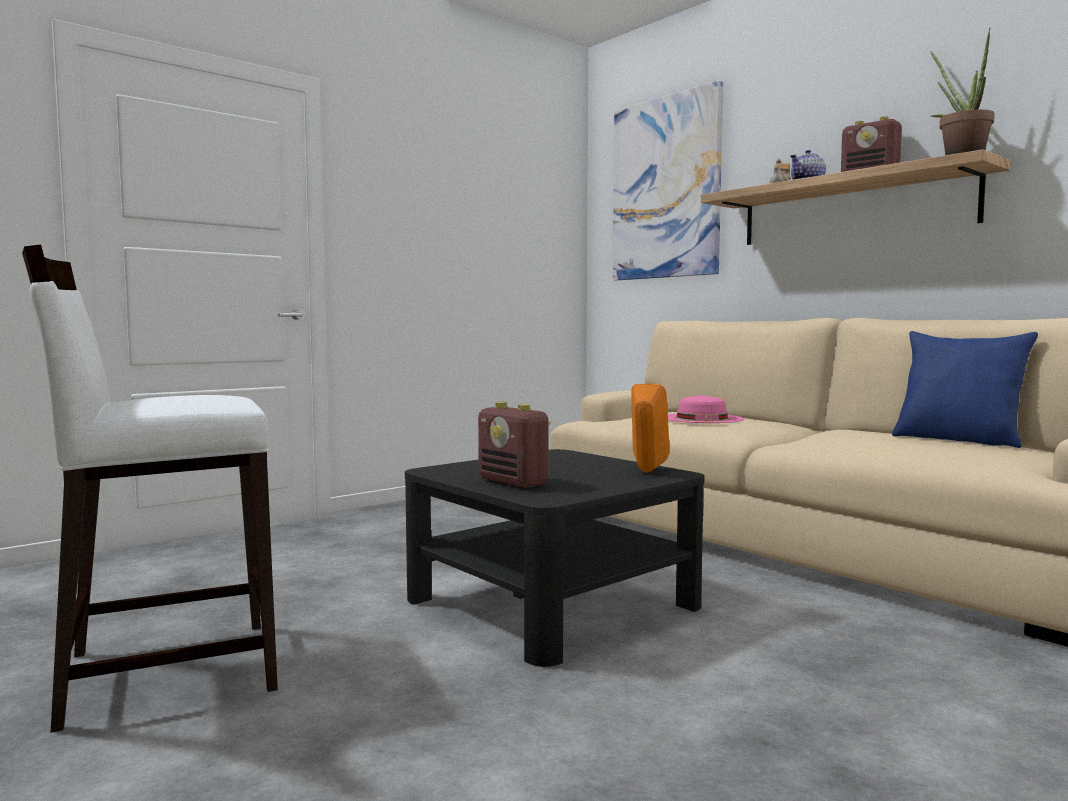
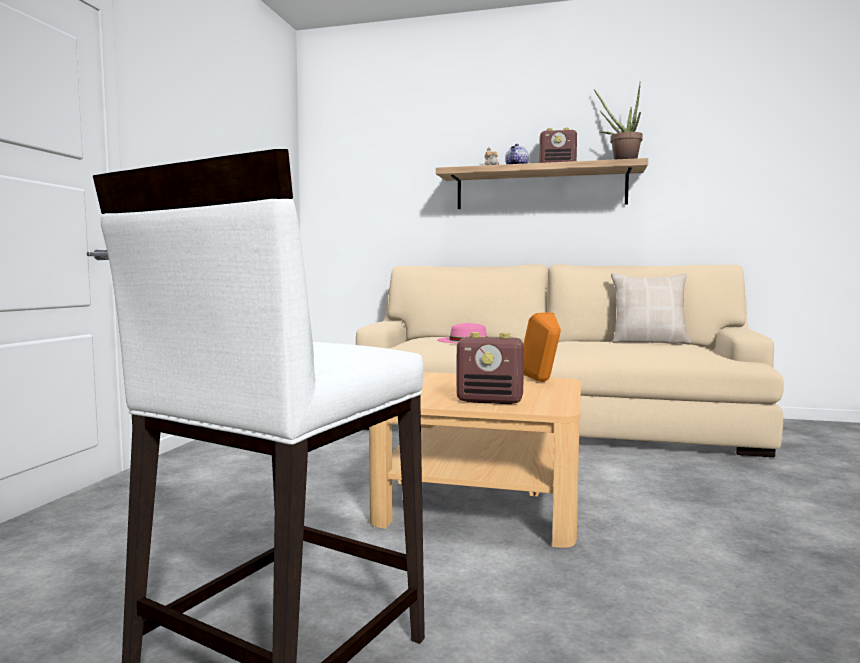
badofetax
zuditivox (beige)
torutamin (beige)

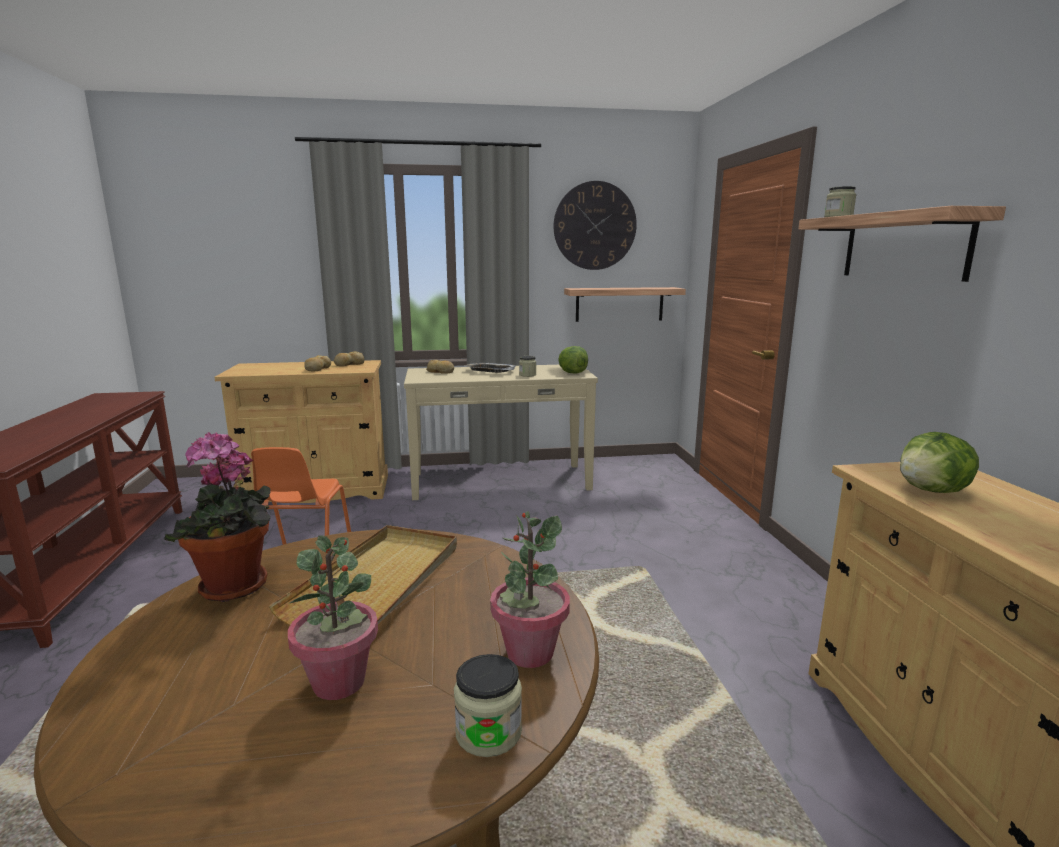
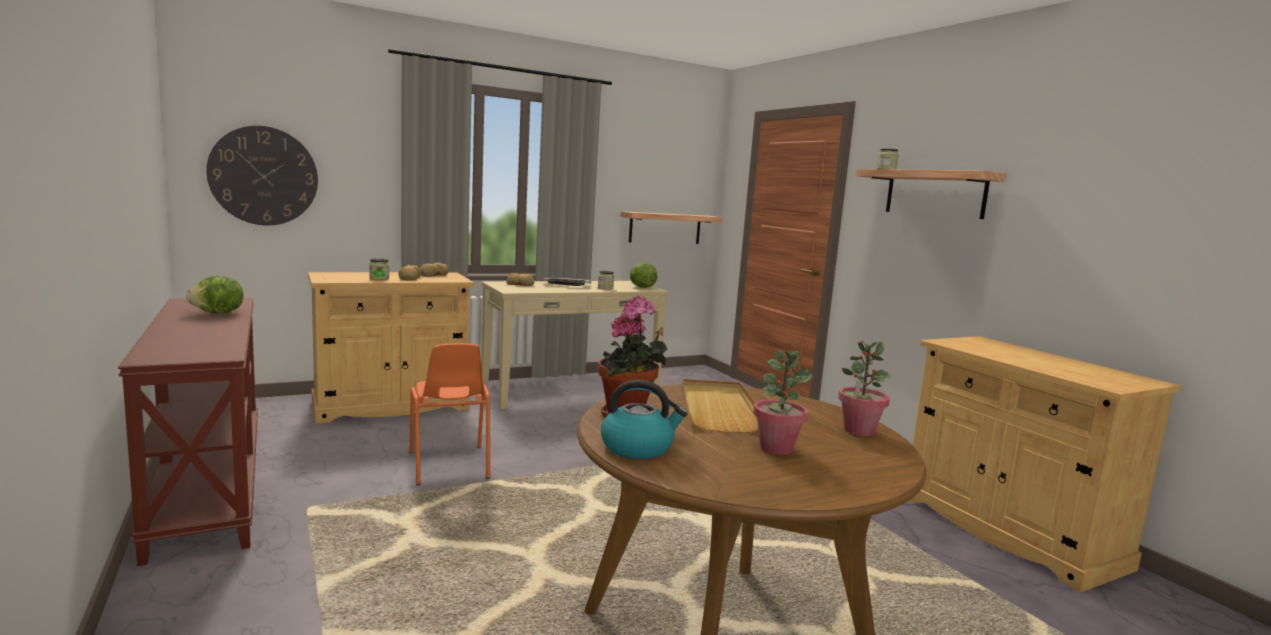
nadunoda
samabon (1st from left)
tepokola (1st from left)
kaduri

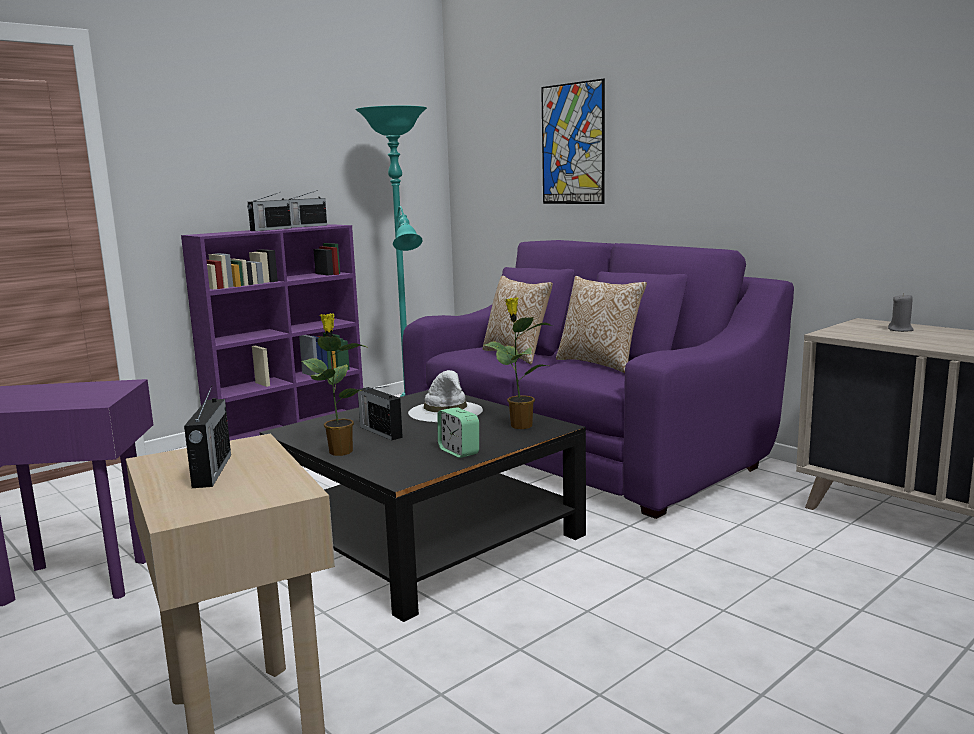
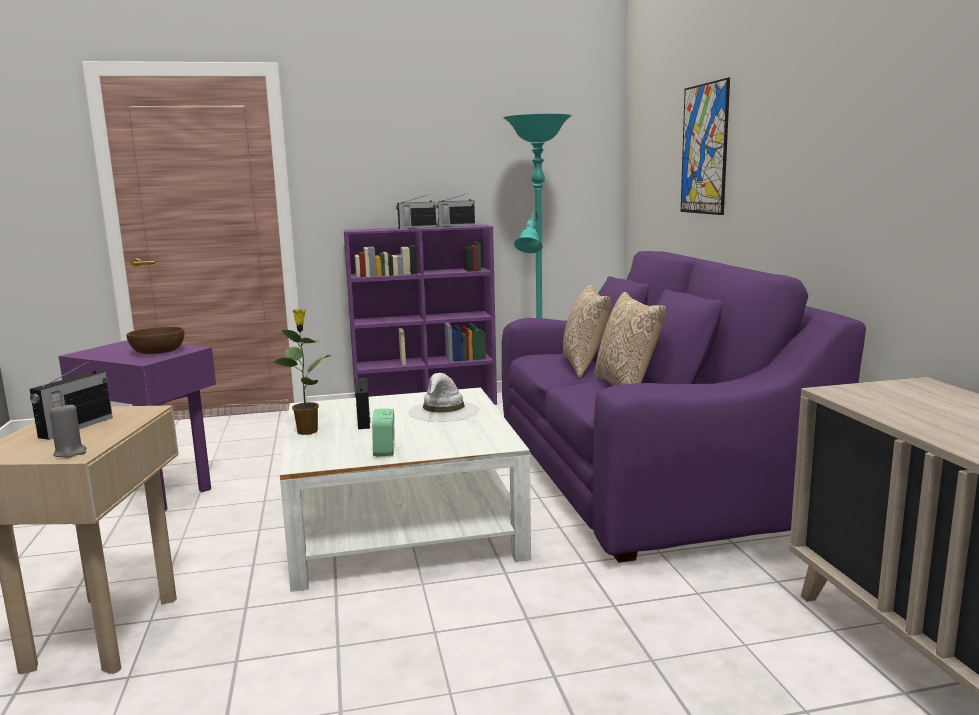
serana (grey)
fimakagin (2nd from left in the first image)
torutamin (white)
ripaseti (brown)

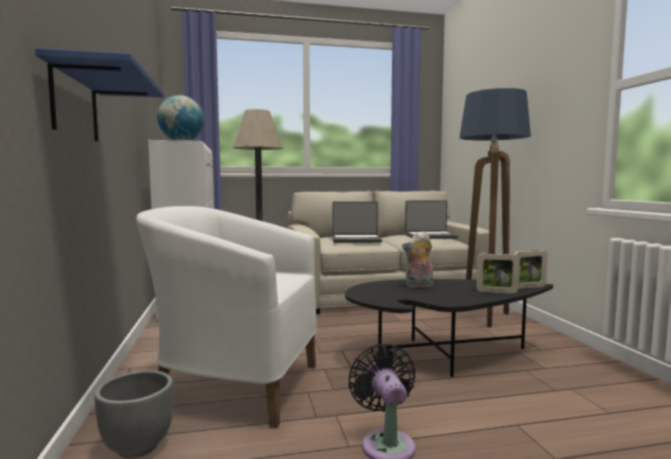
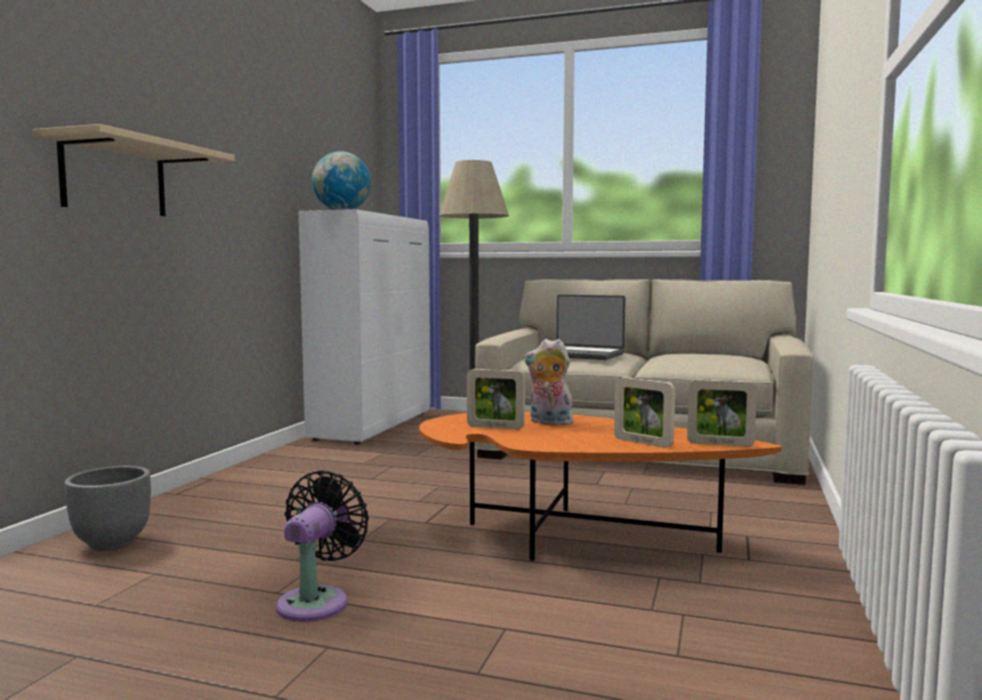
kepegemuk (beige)
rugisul (2nd from left in the first image)
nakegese (2nd from left in the first image)
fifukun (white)
torutamin (orange)
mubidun (1st from left)

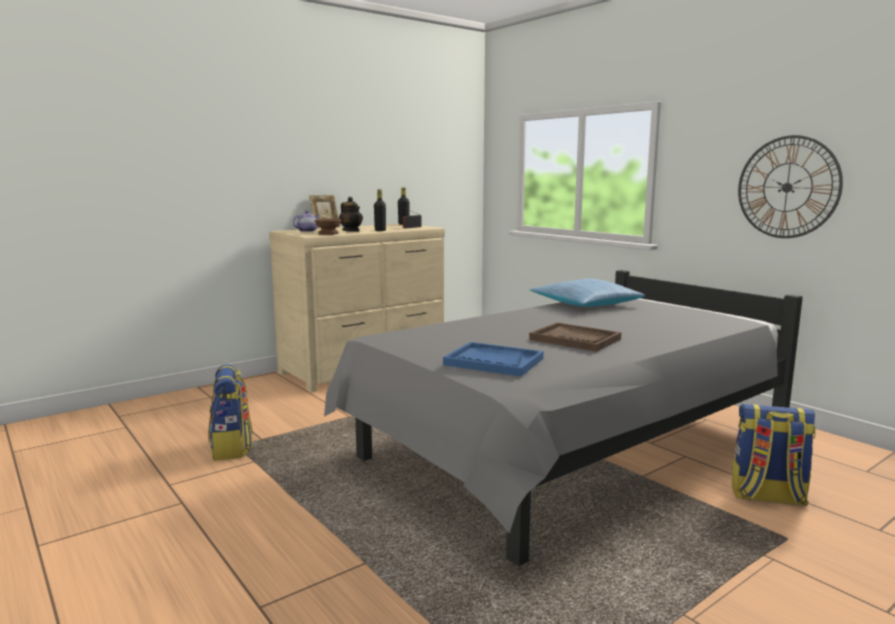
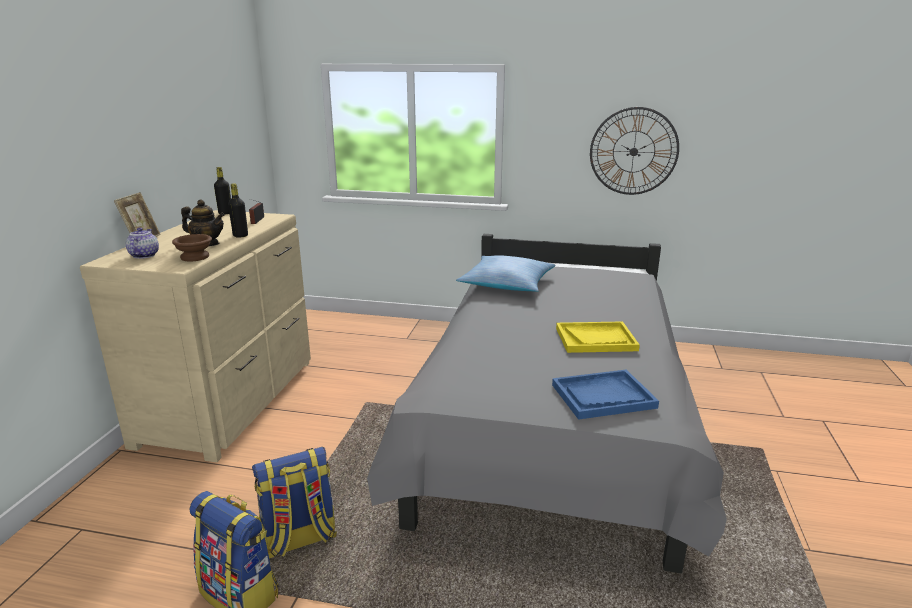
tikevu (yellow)
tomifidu (2nd from left)

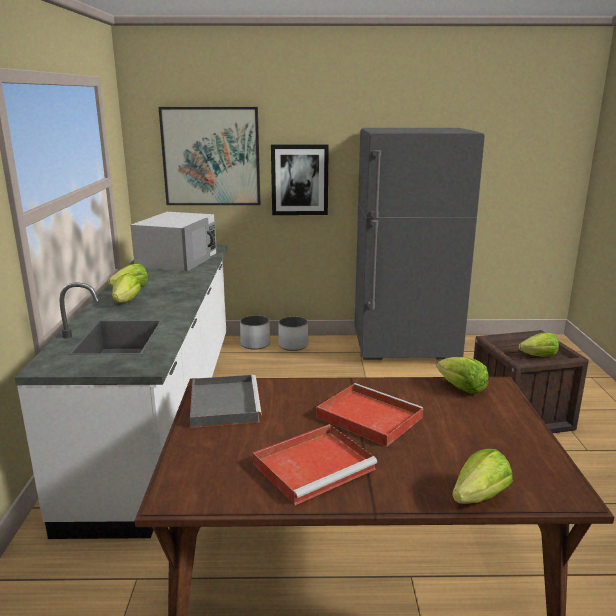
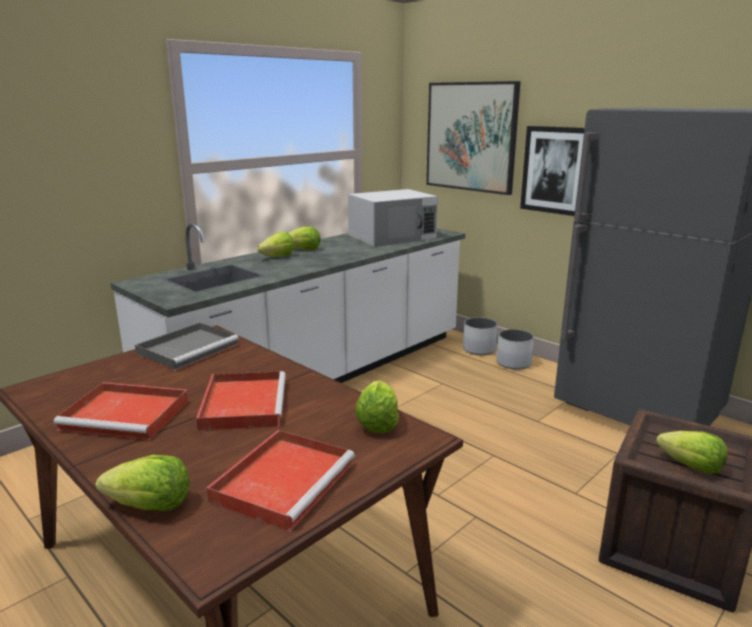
tikevu (red) (3rd from left)

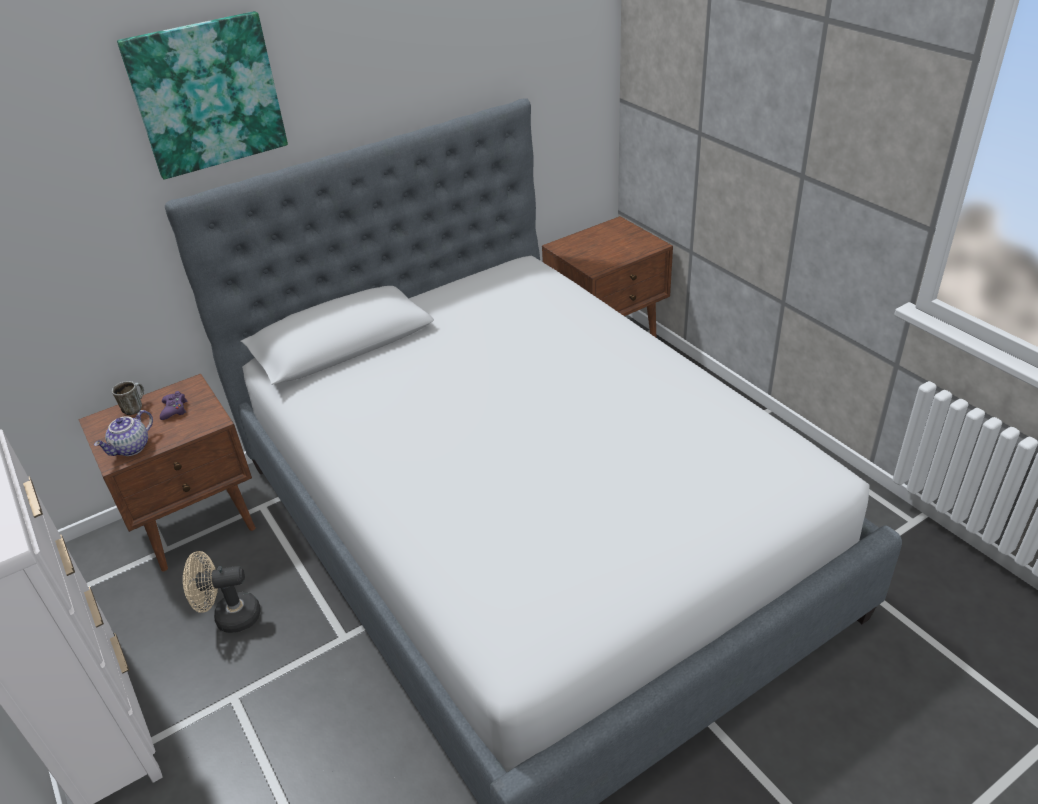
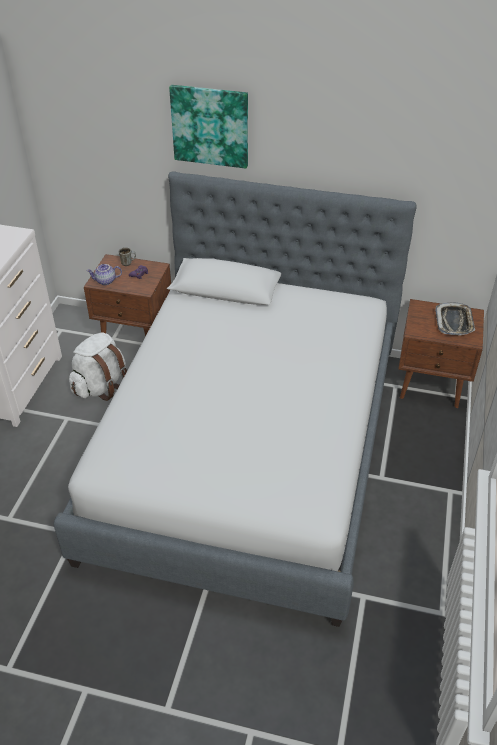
tomifidu (white)
tikevu

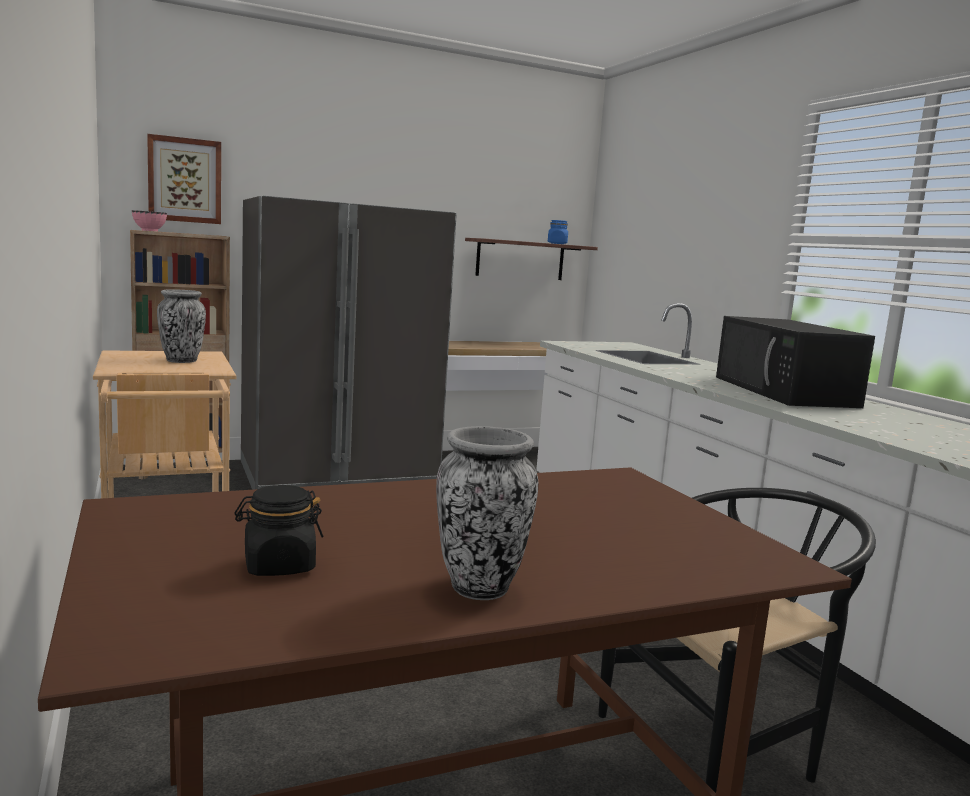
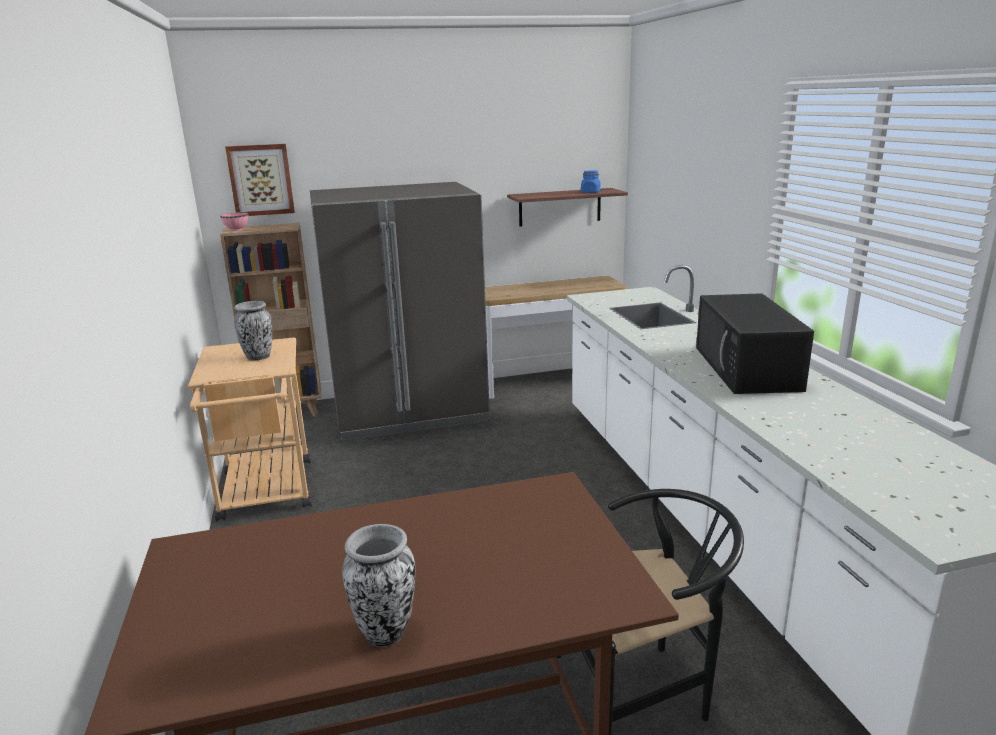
tepokola (black)

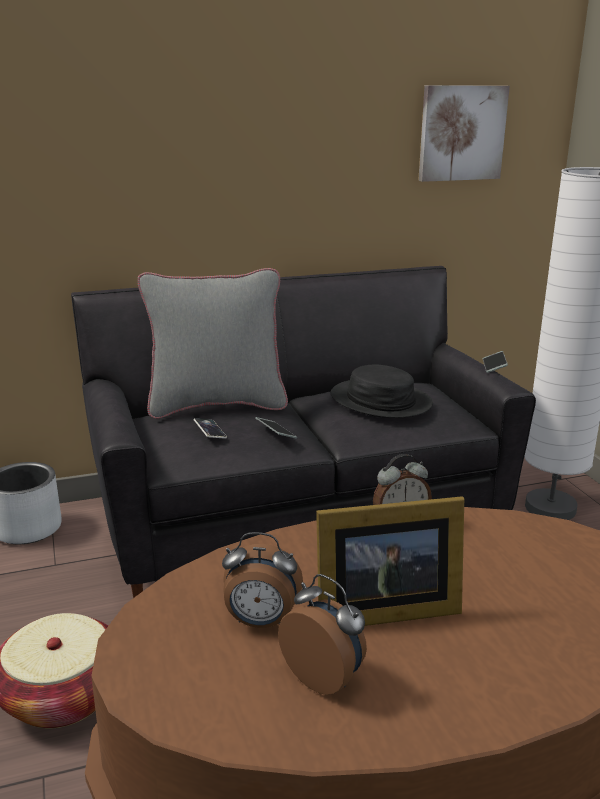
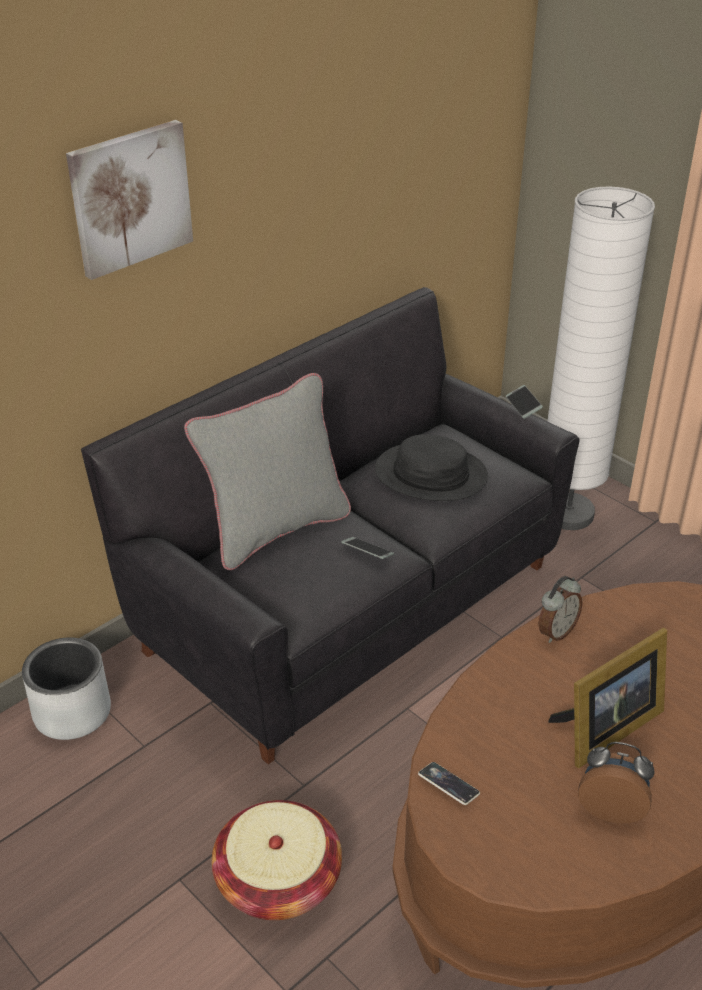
badofetax
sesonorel (2nd from left)
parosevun (1st from left in the first image)

